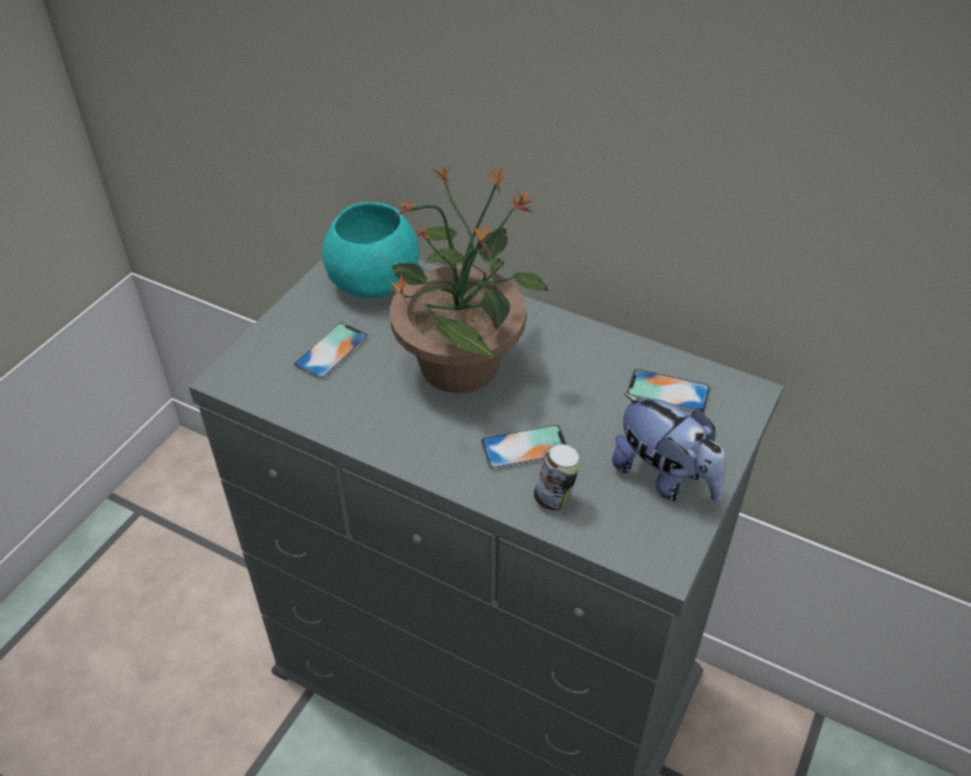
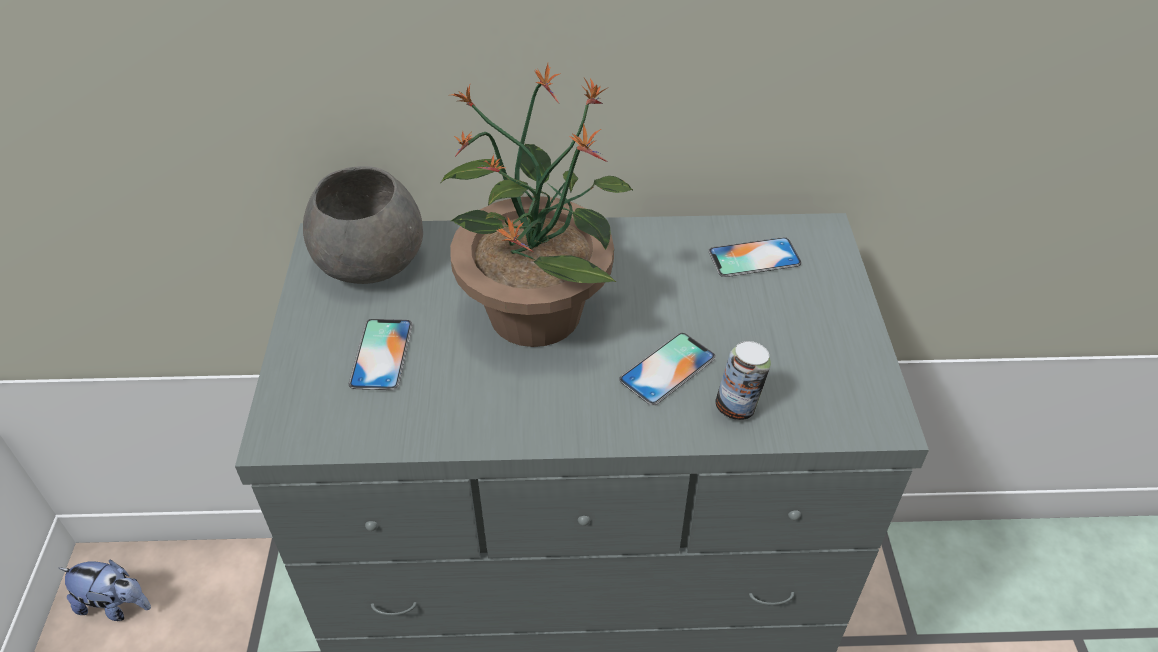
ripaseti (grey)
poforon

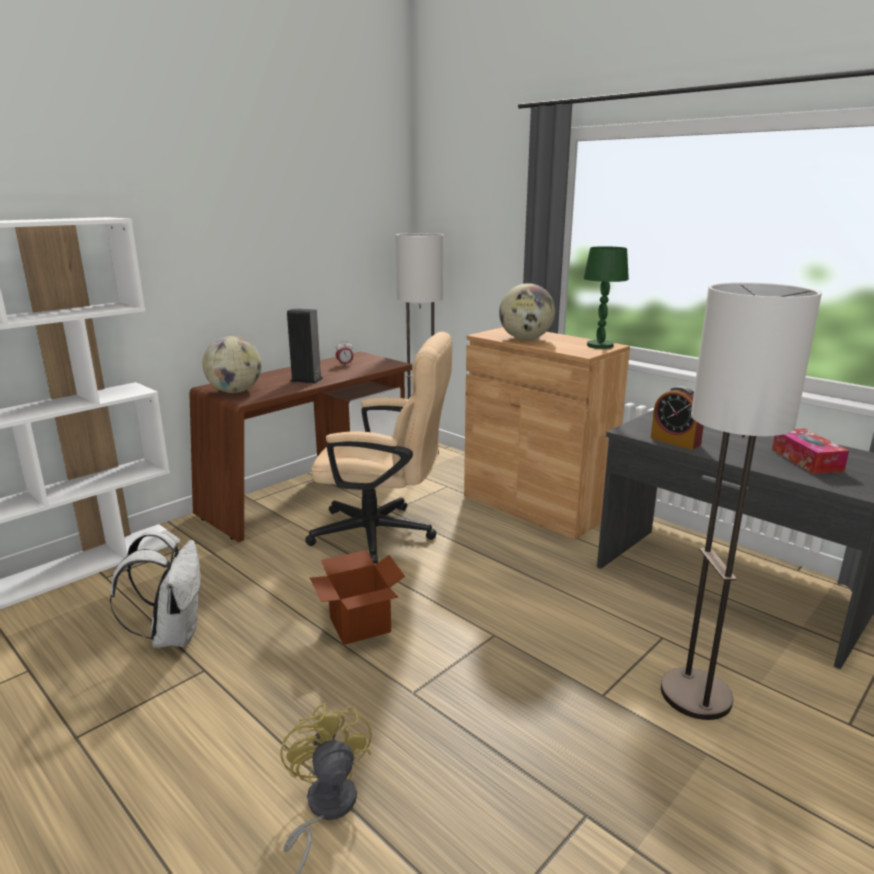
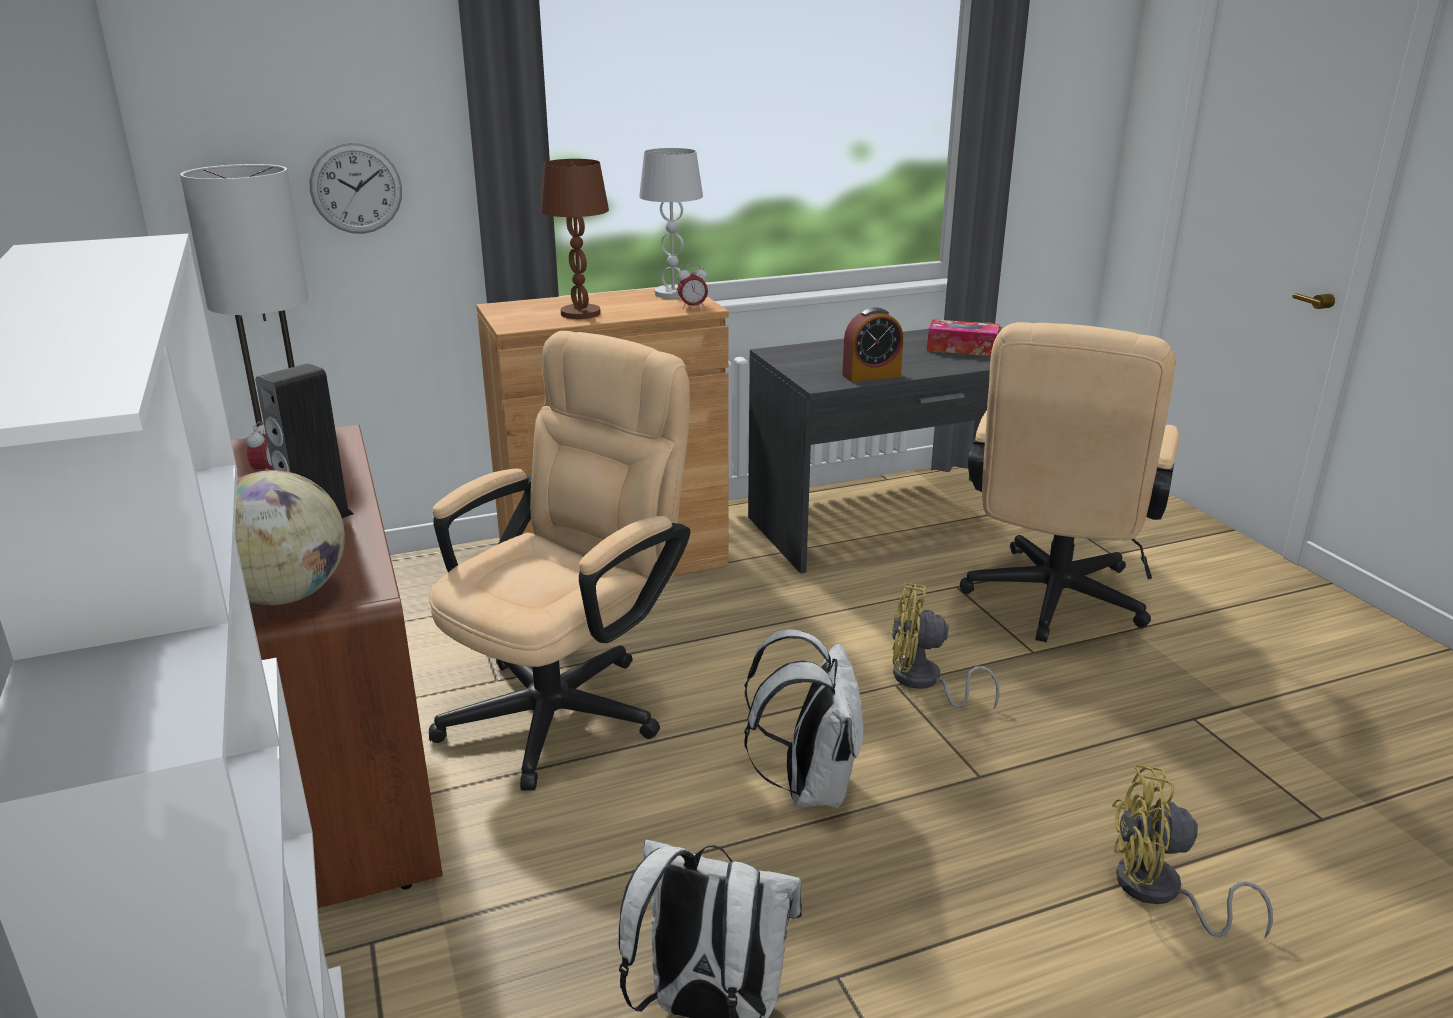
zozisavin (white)
zozisavin (brown)
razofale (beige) (2nd from left)
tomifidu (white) (2nd from left)
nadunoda
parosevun (2nd from left)
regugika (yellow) (1st from left)

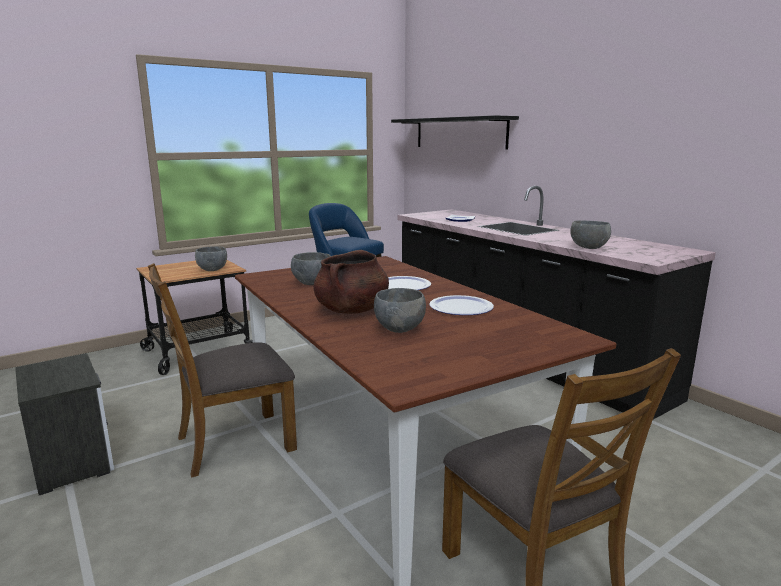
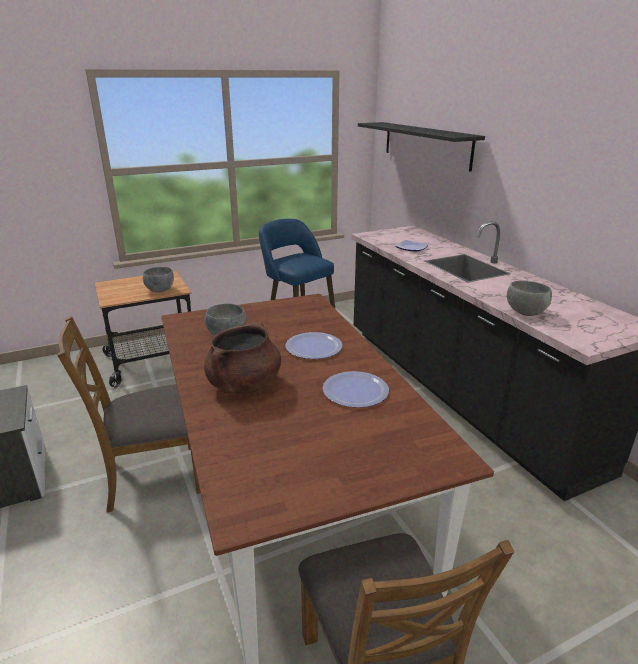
ripaseti (grey) (3rd from left in the first image)

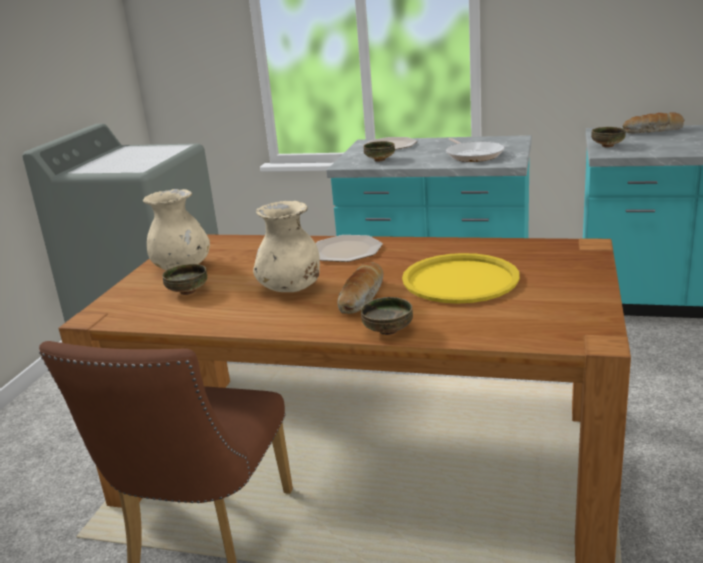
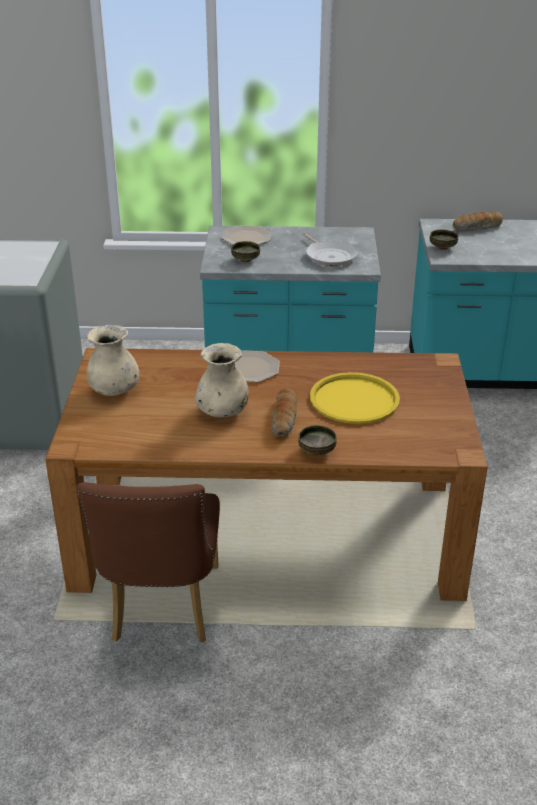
ripaseti (1st from left in the first image)

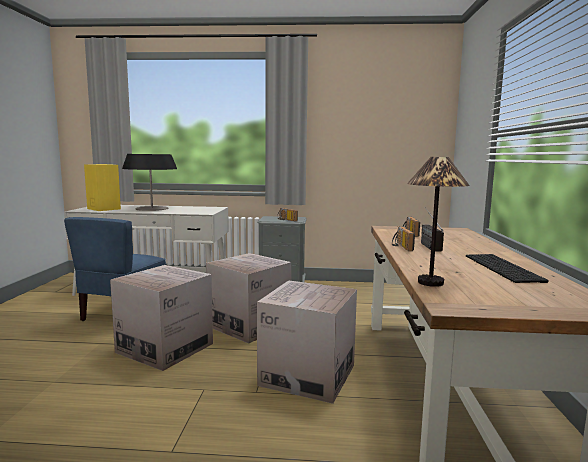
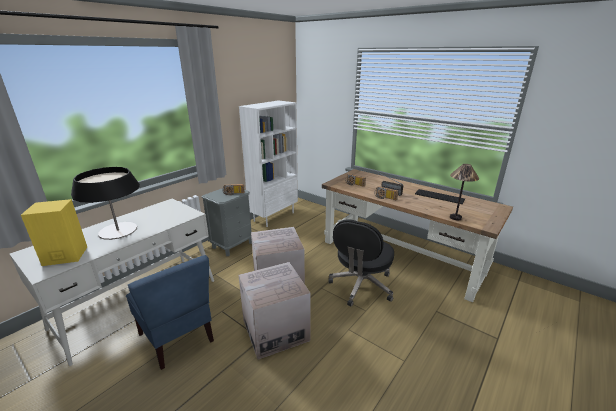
razofale (black)
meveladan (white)

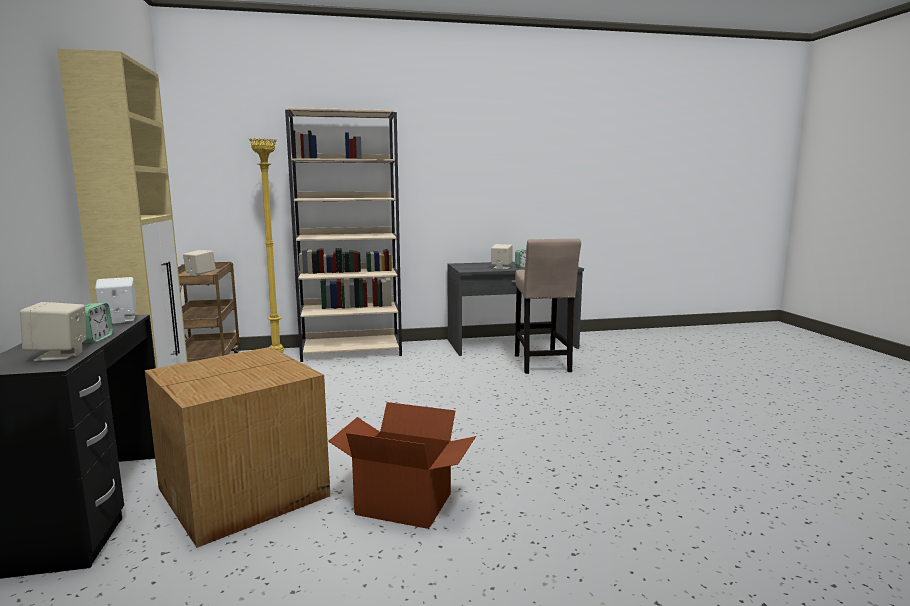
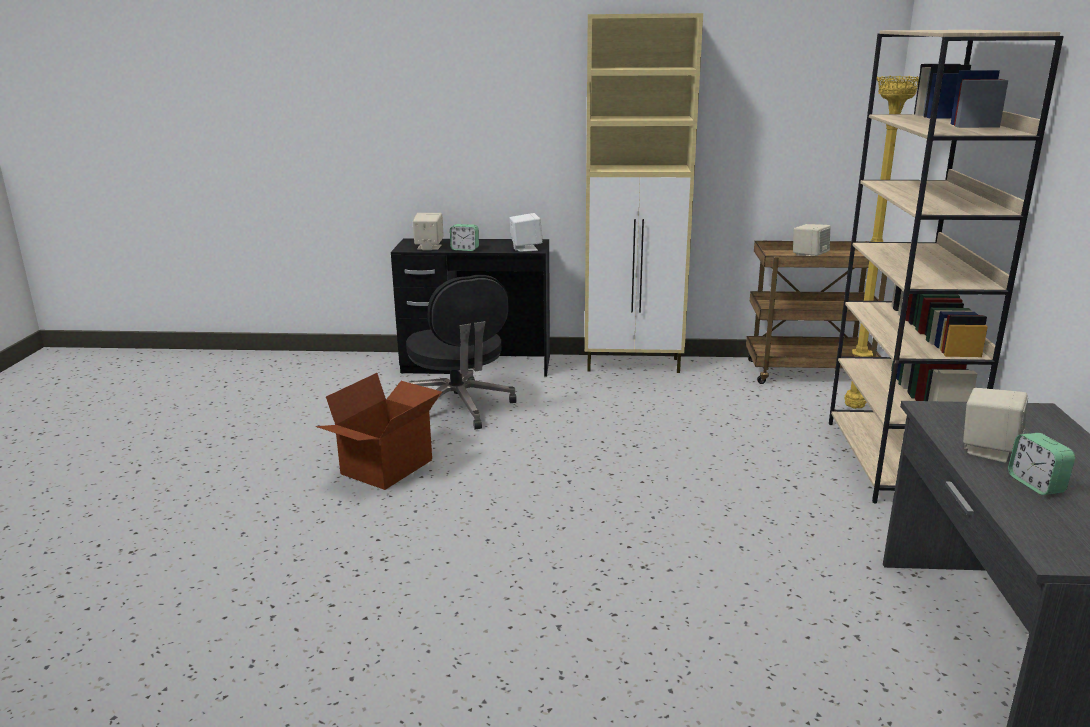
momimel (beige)
razofale (black)

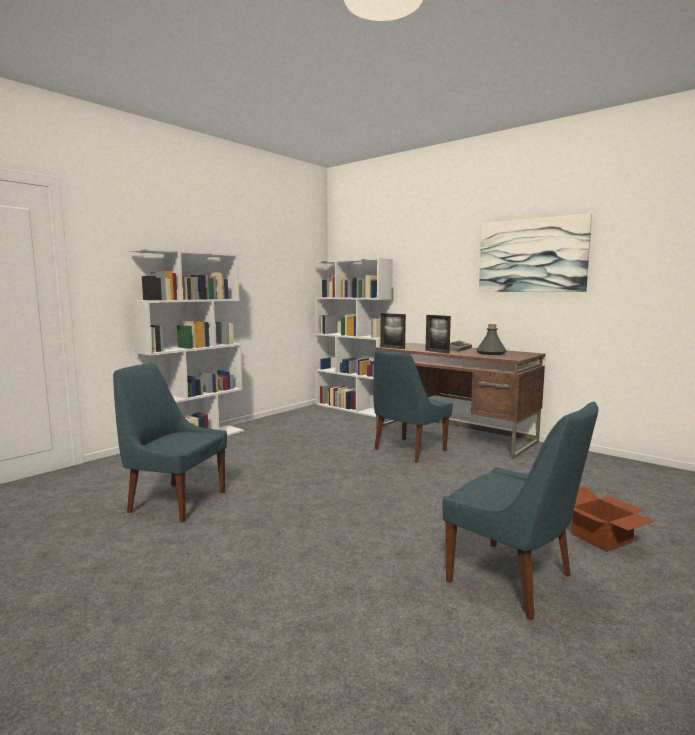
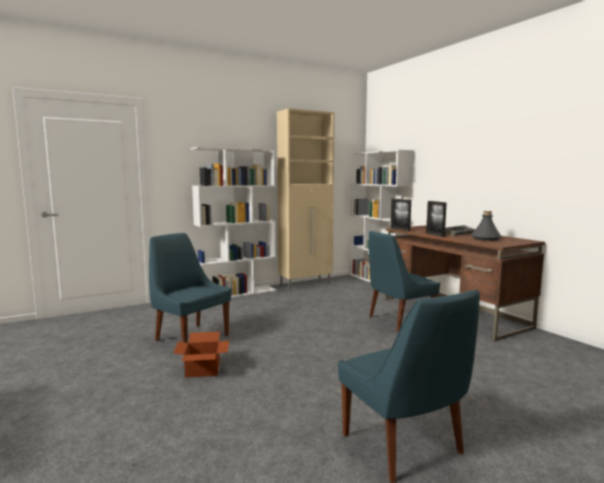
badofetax
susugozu
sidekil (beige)

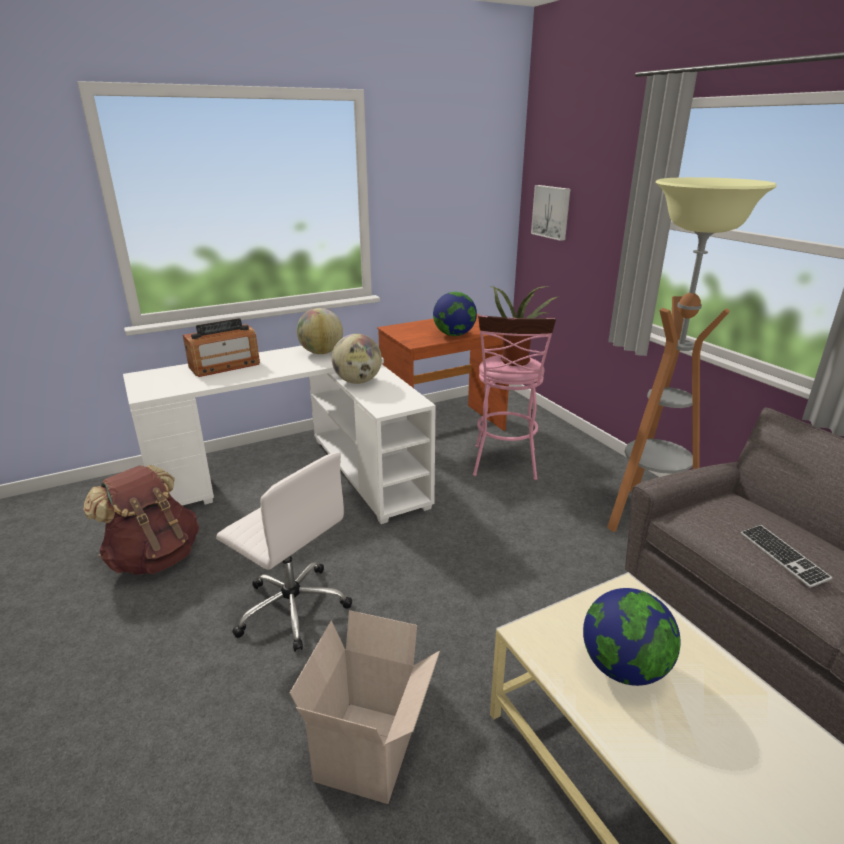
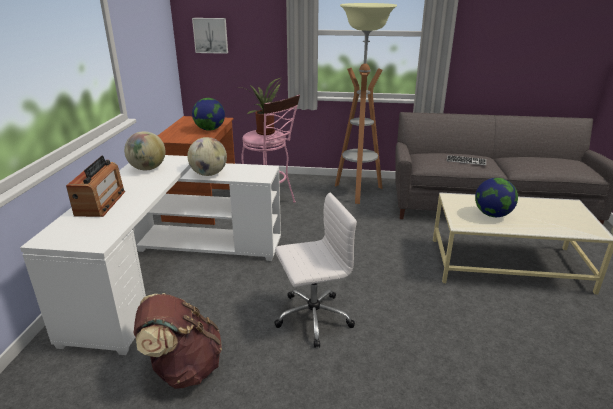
susugozu

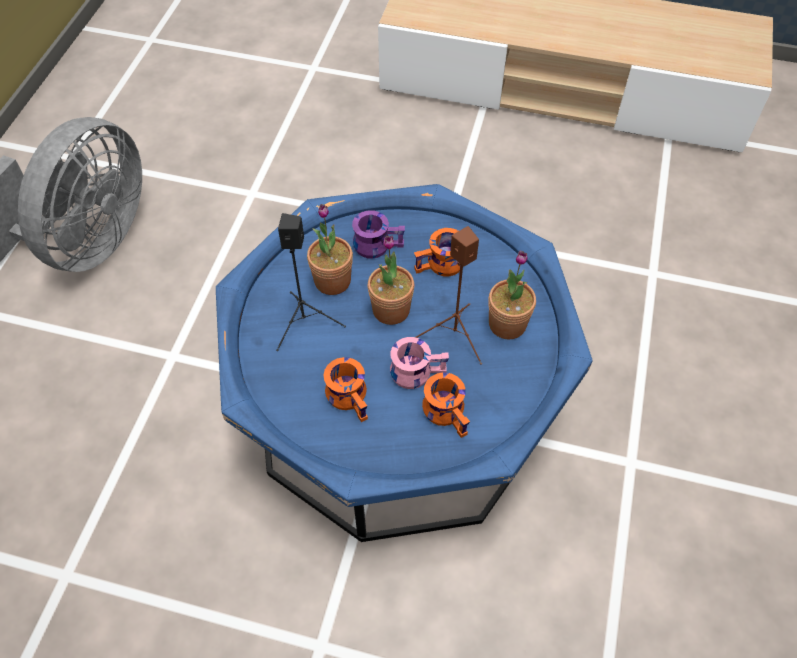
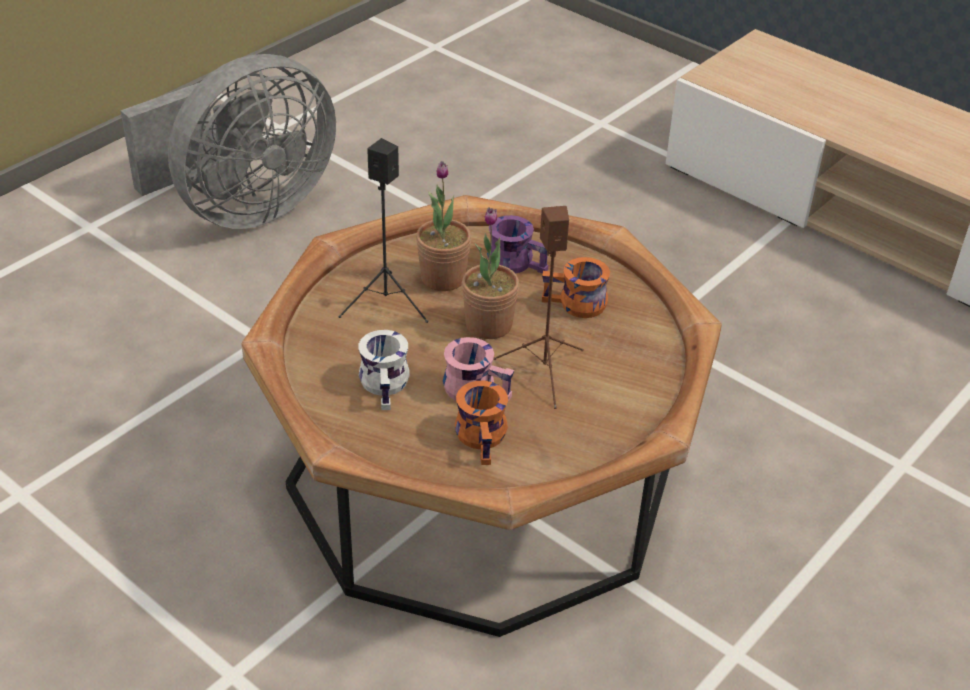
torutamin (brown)
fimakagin (3rd from left in the first image)
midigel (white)

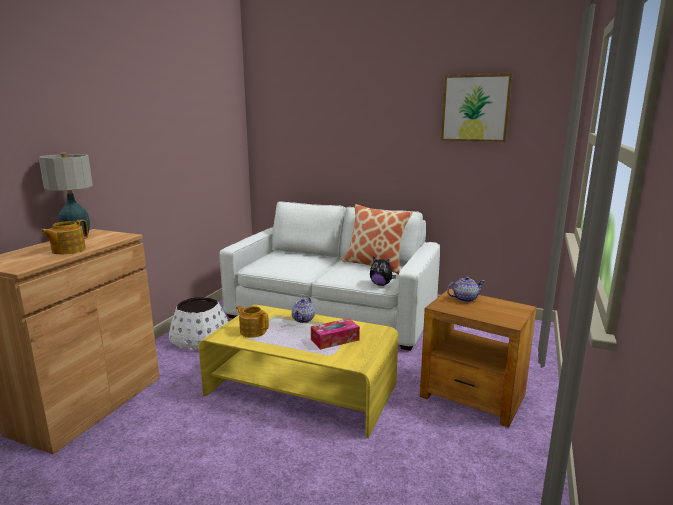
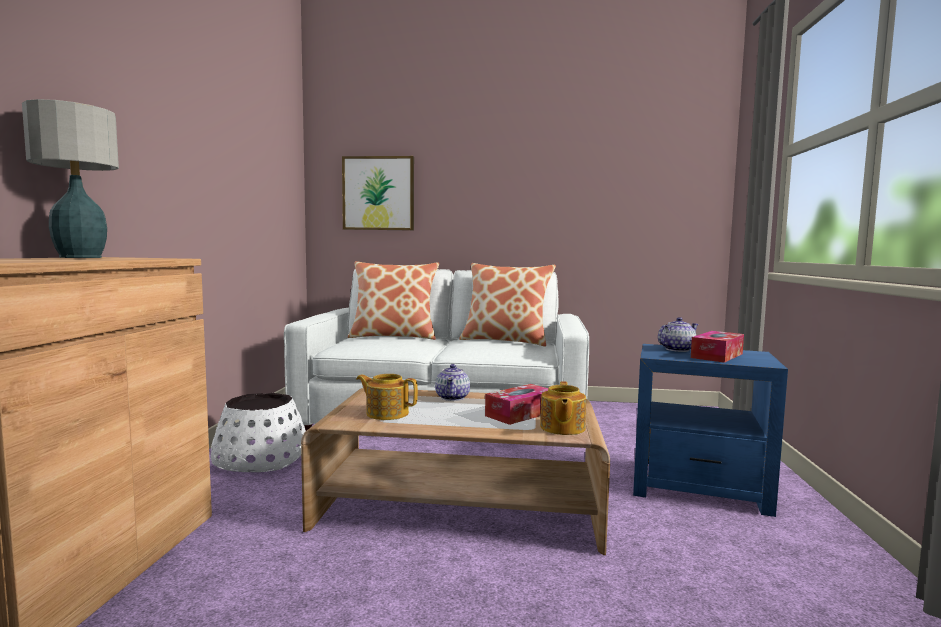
badofetax
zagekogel (3rd from left)
poforon
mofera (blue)
torutamin (brown)
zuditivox (1st from left)
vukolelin (2nd from left)

